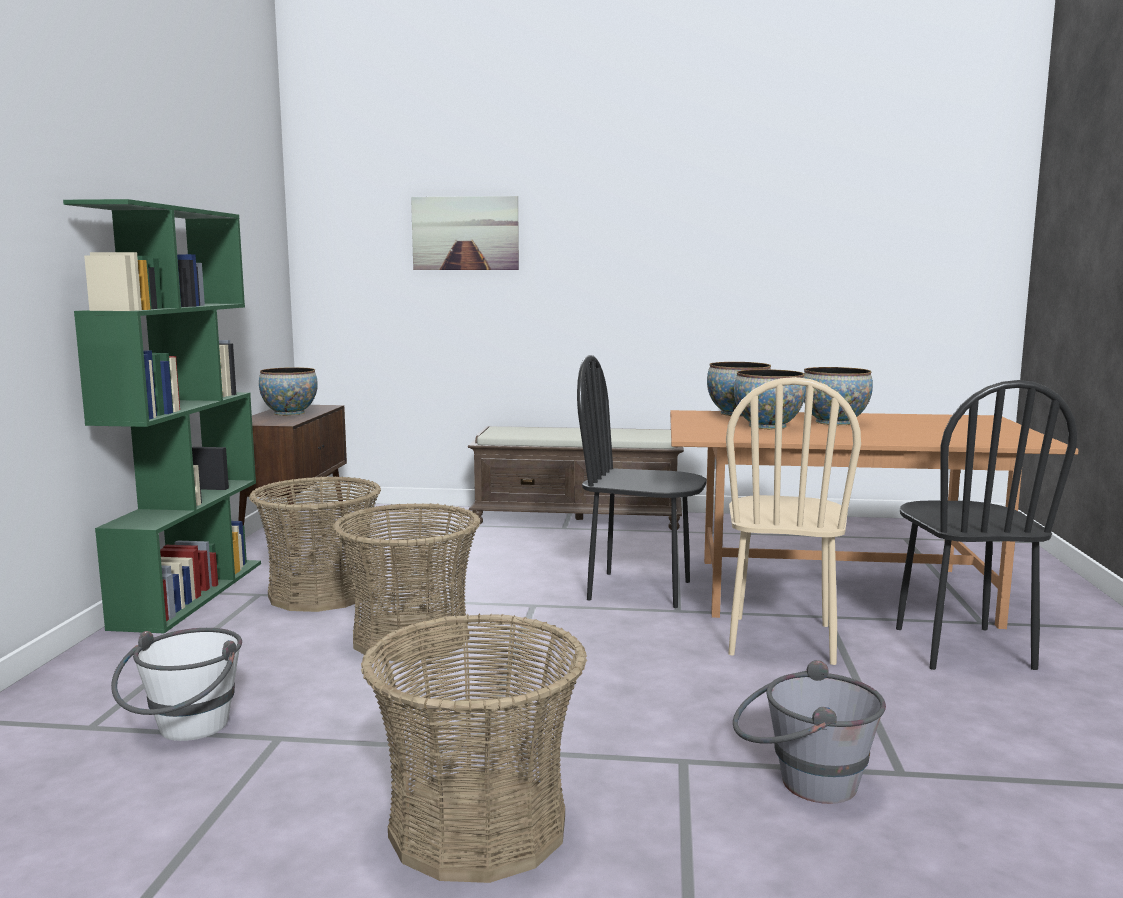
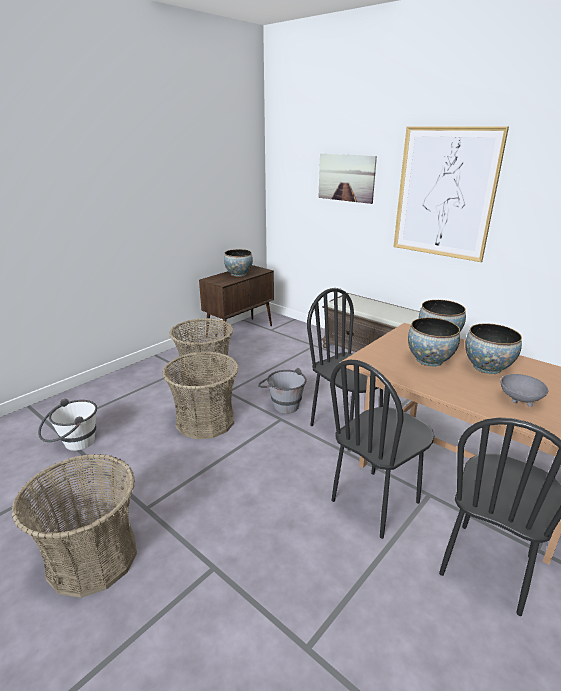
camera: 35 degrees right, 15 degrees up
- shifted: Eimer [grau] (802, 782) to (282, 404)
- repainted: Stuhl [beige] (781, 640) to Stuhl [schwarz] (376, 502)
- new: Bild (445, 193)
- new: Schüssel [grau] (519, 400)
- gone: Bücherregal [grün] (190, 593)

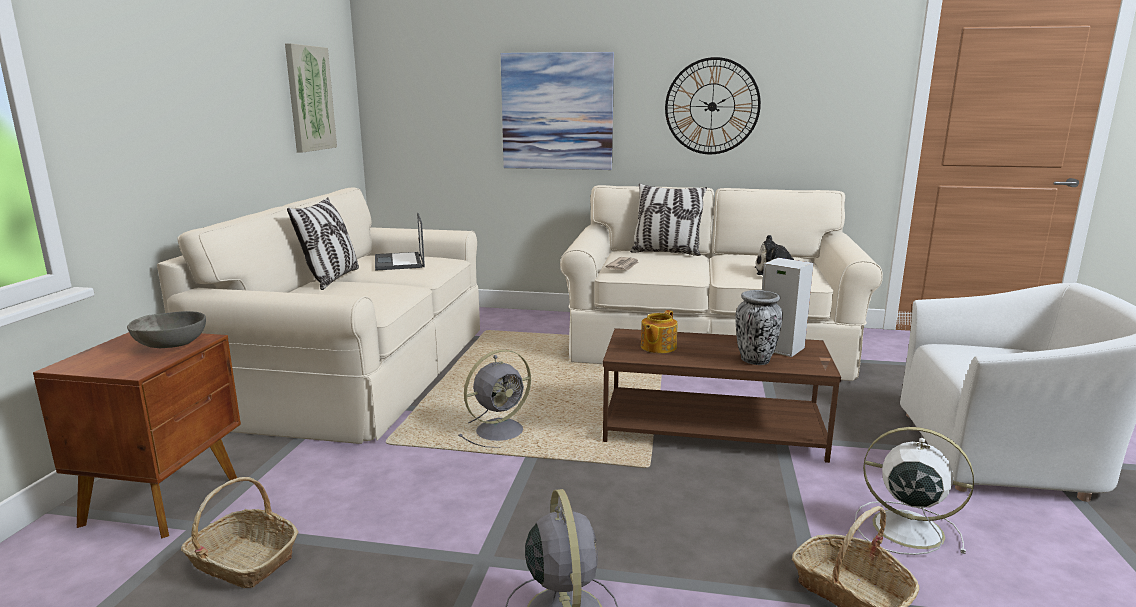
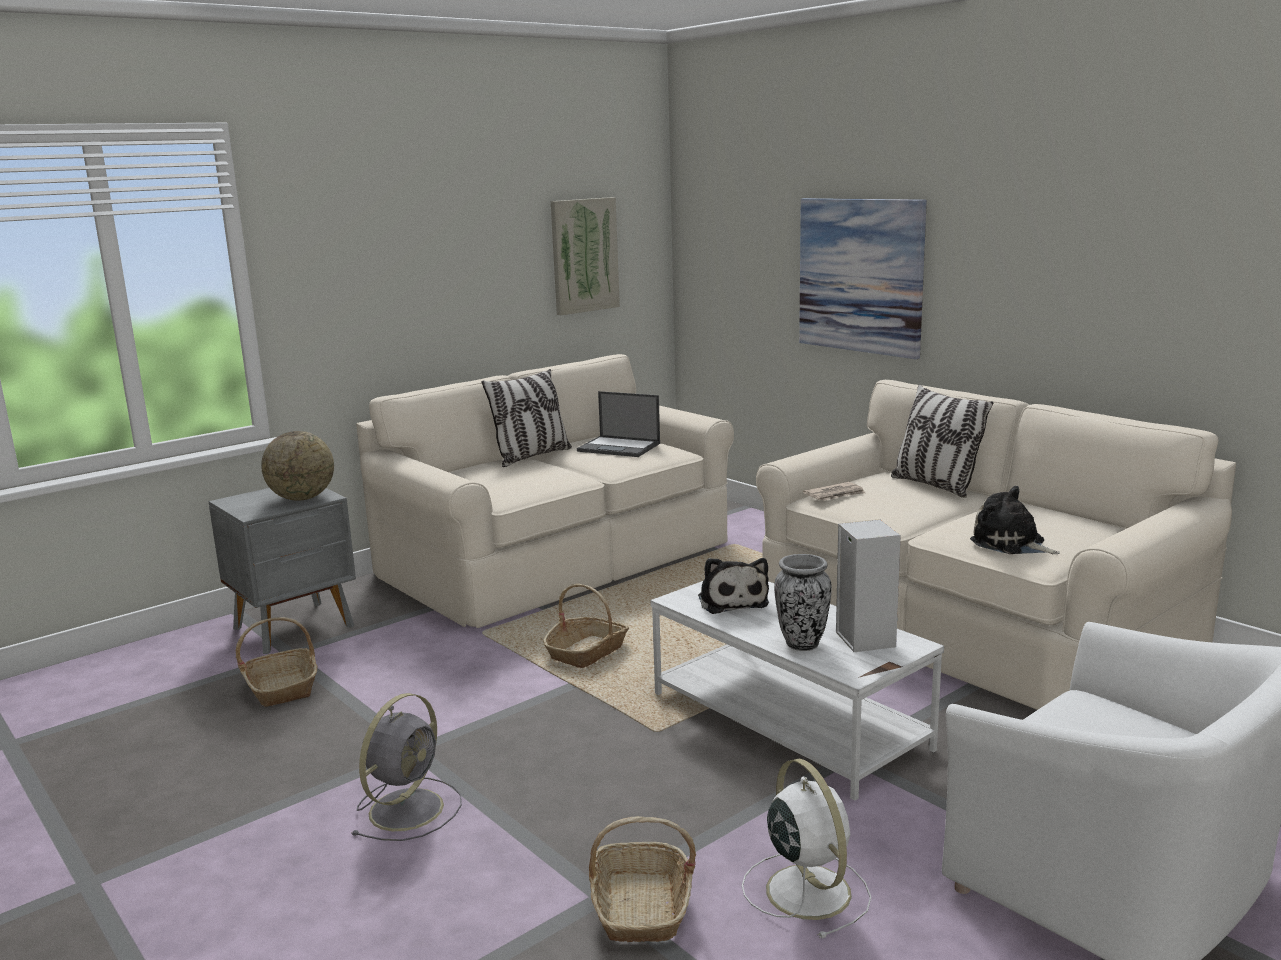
camera: 40 degrees right, 0 degrees up
- repainted: Nachttisch [braun] (165, 500) to Nachttisch [grau] (296, 627)
- swapped: Schüssel [grau] (171, 345) to Globus (302, 498)
- swapped: Ventilator [grau] (501, 430) to Korb (587, 652)
- rotated: Laptop (399, 262) = (620, 447) 90 degrees counterclockwise
- repainted: Couchtisch [braun] (713, 429) to Couchtisch [weiß] (789, 721)
- swapped: Teekanne (657, 347) to Plüschtier (732, 601)
- gone: Wanduhr (712, 106)

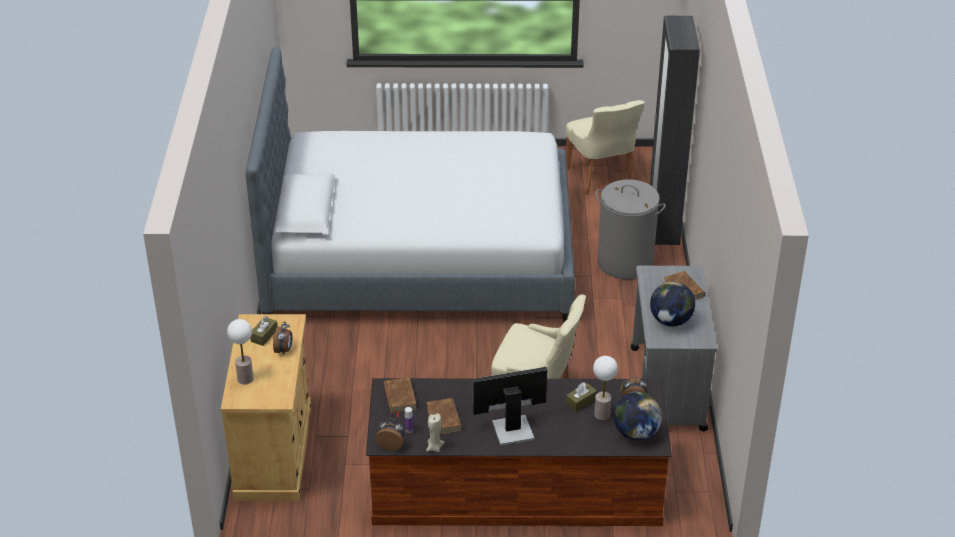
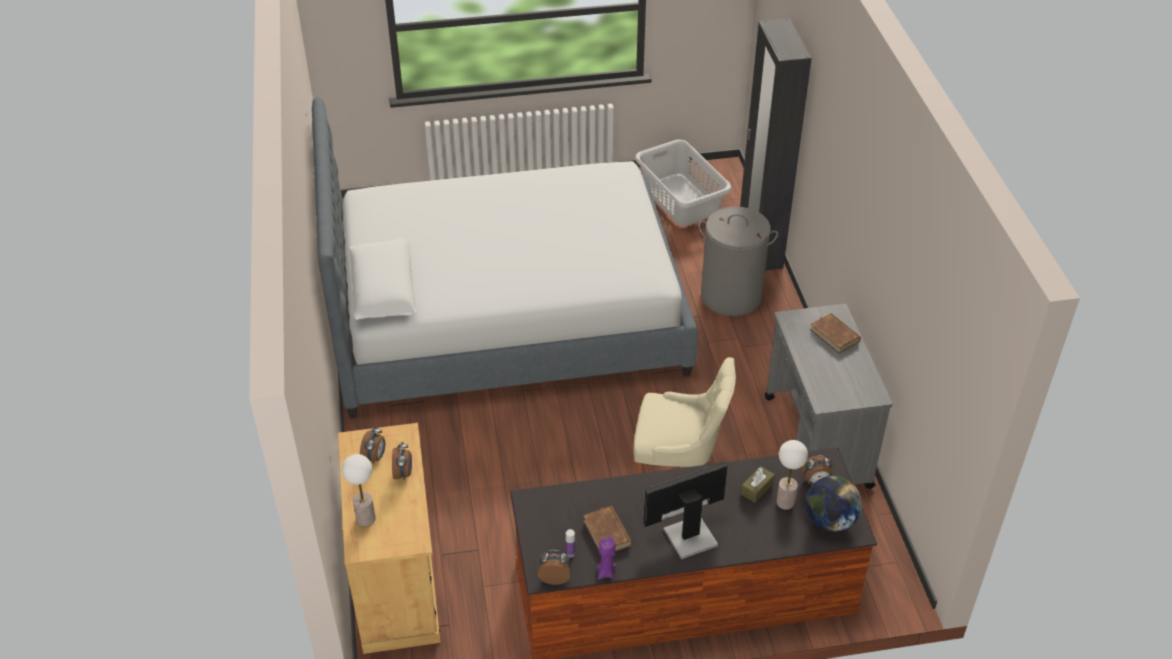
camera: 10 degrees left, 5 degrees up
- swapped: Taschentuchbox [braun] (264, 335) to Wecker (375, 457)
- repainted: Kerze [beige] (434, 447) to Kerze [lila] (606, 572)
- swapped: Stuhl [beige] (602, 178) to Wäschekorb [grau] (680, 200)
- gone: Buch [braun] (399, 398)
- gone: Globus (671, 321)

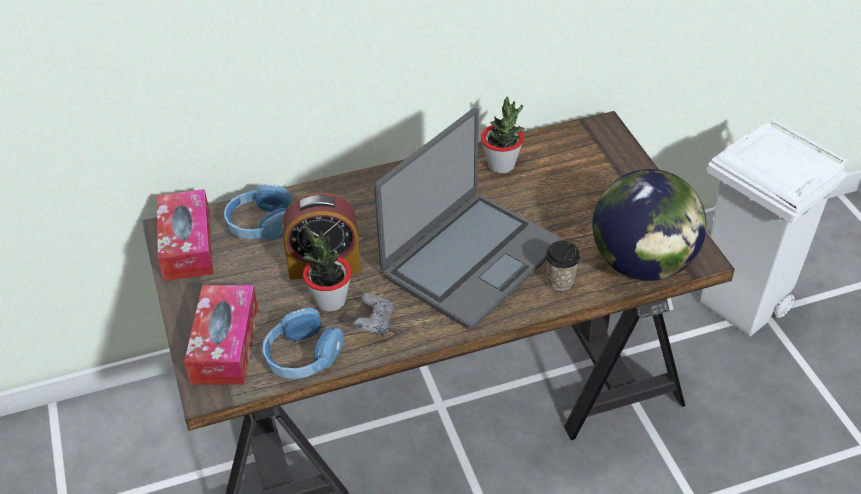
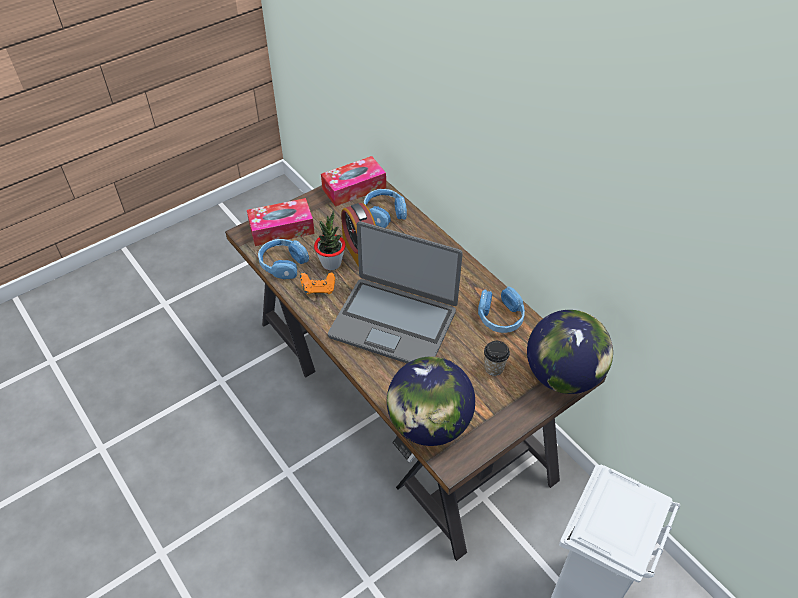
camera: 70 degrees right, 5 degrees up
- repainted: Gamepad [grau] (374, 324) to Gamepad [orange] (318, 289)
- swapped: Topfpflanze (501, 165) to Kopfhörer [blau] (500, 317)
- shifted: Tasse (560, 281) to (494, 368)
- new: Globus (562, 375)

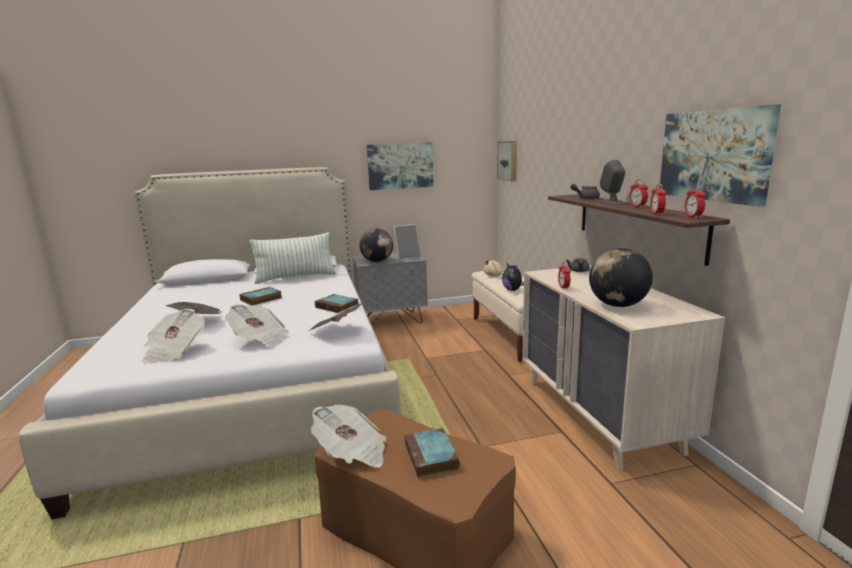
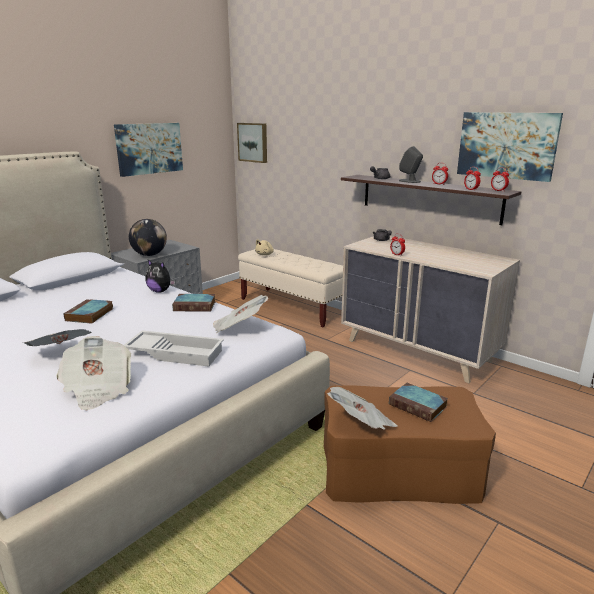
camera: 35 degrees left, 5 degrees up
- swapped: Zeitung (260, 339) to Tablett [weiß] (176, 353)
- shifted: Plüschtier (513, 290) to (160, 291)
- gone: Kissen (296, 277)
- gone: Bilderrahmen (407, 258)
- gone: Globus (618, 305)

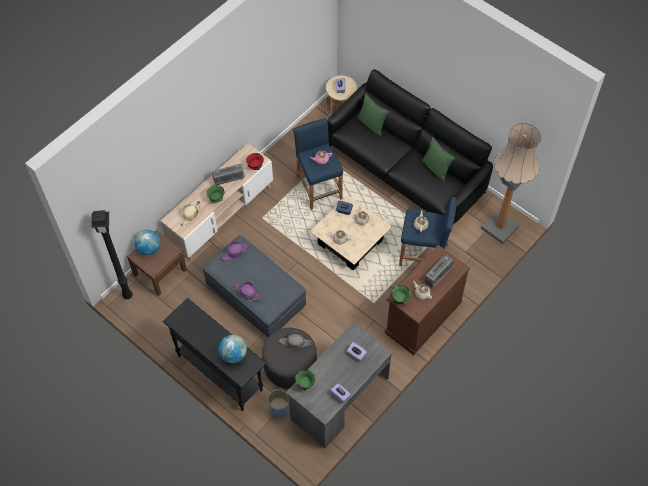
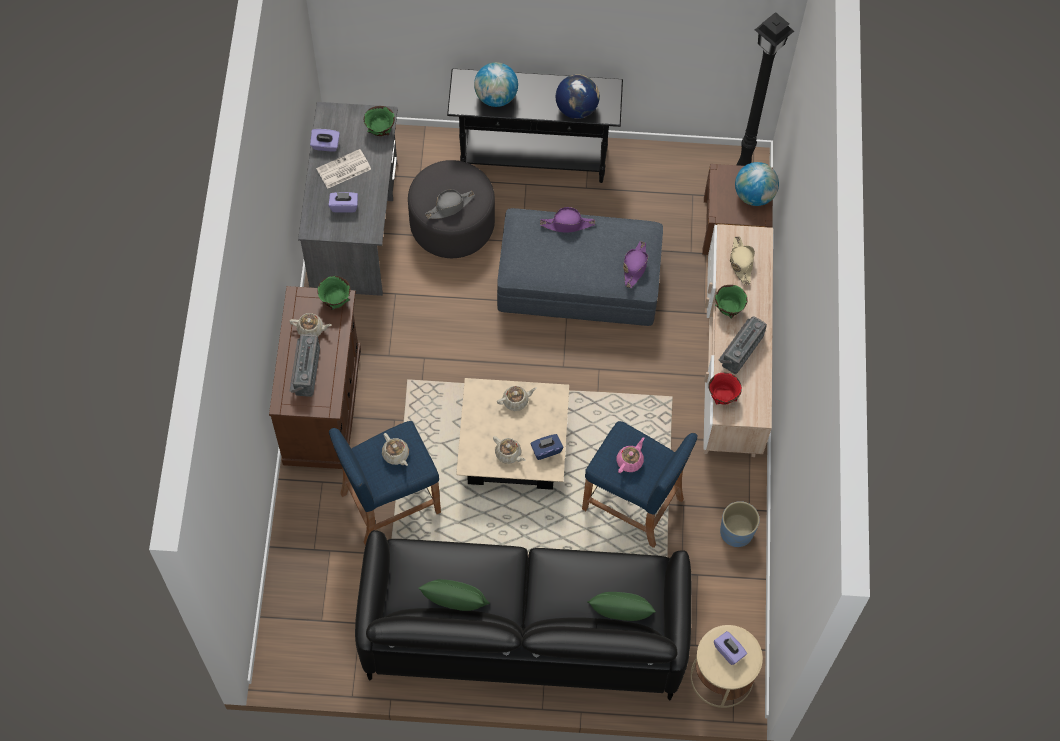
camera: 140 degrees right, 5 degrees up
- new: Zeitung (343, 170)
- new: Globus (576, 108)
- shifted: Pflanzkübel [blau] (279, 407) to (736, 532)
- gone: Stehlampe (499, 228)

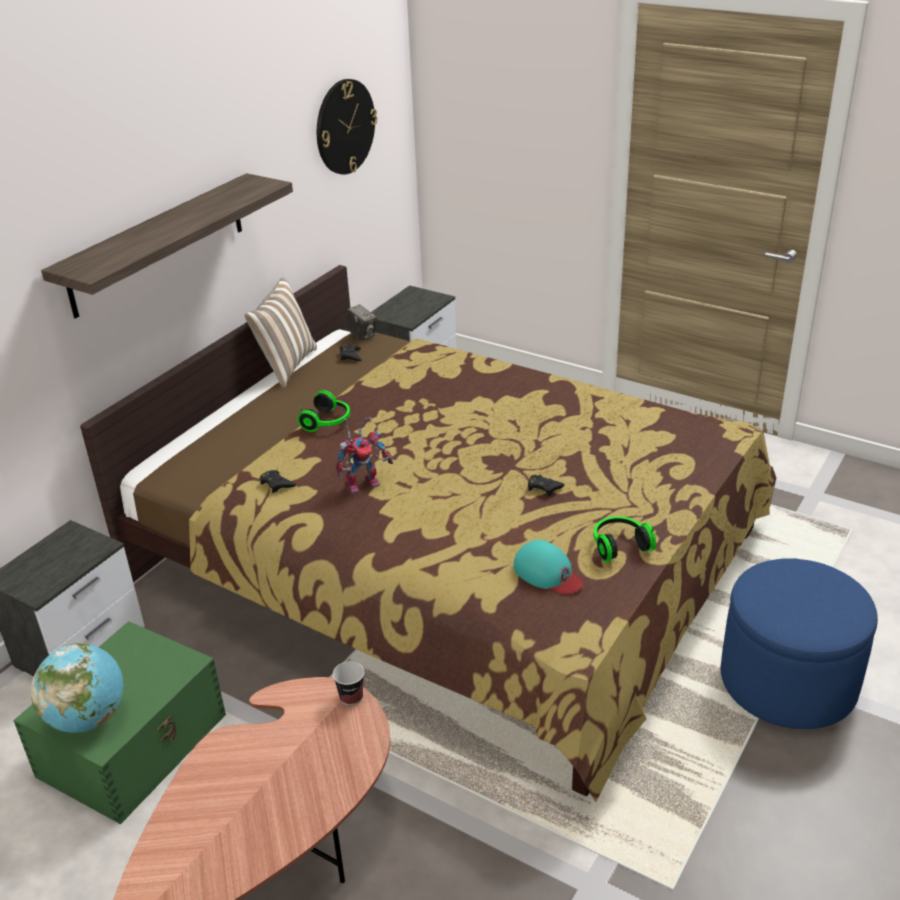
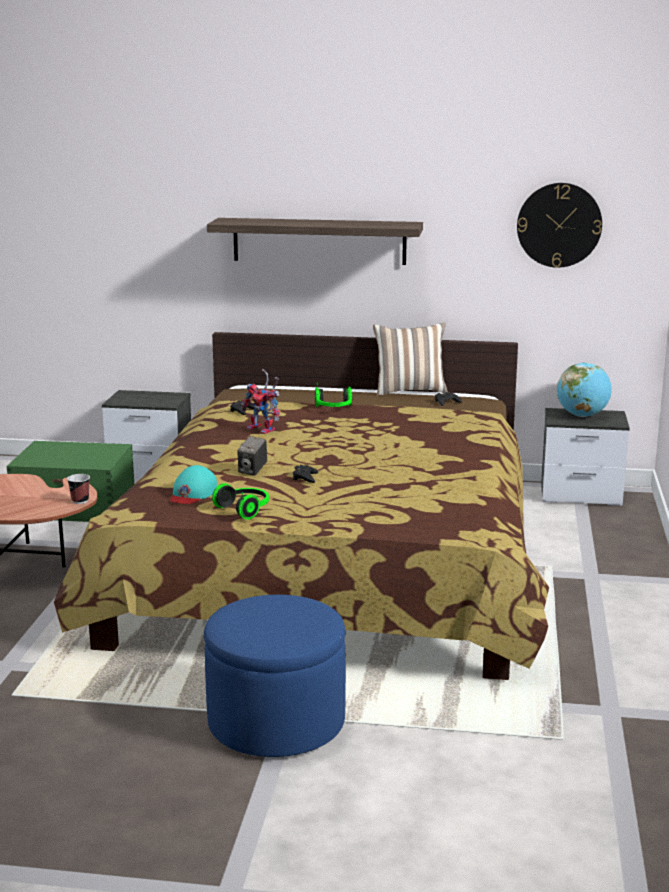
camera: 65 degrees right, 15 degrees down
- shifted: Kamera (362, 335) to (252, 471)
- shifted: Globus (88, 718) to (582, 415)

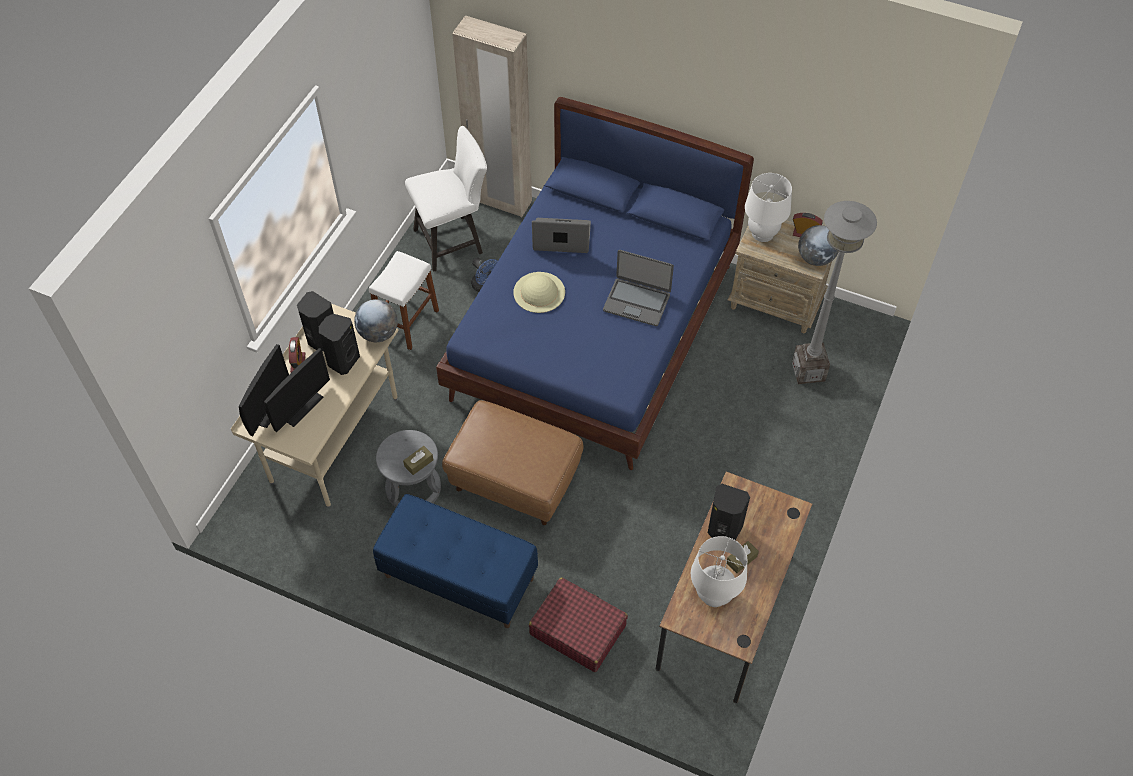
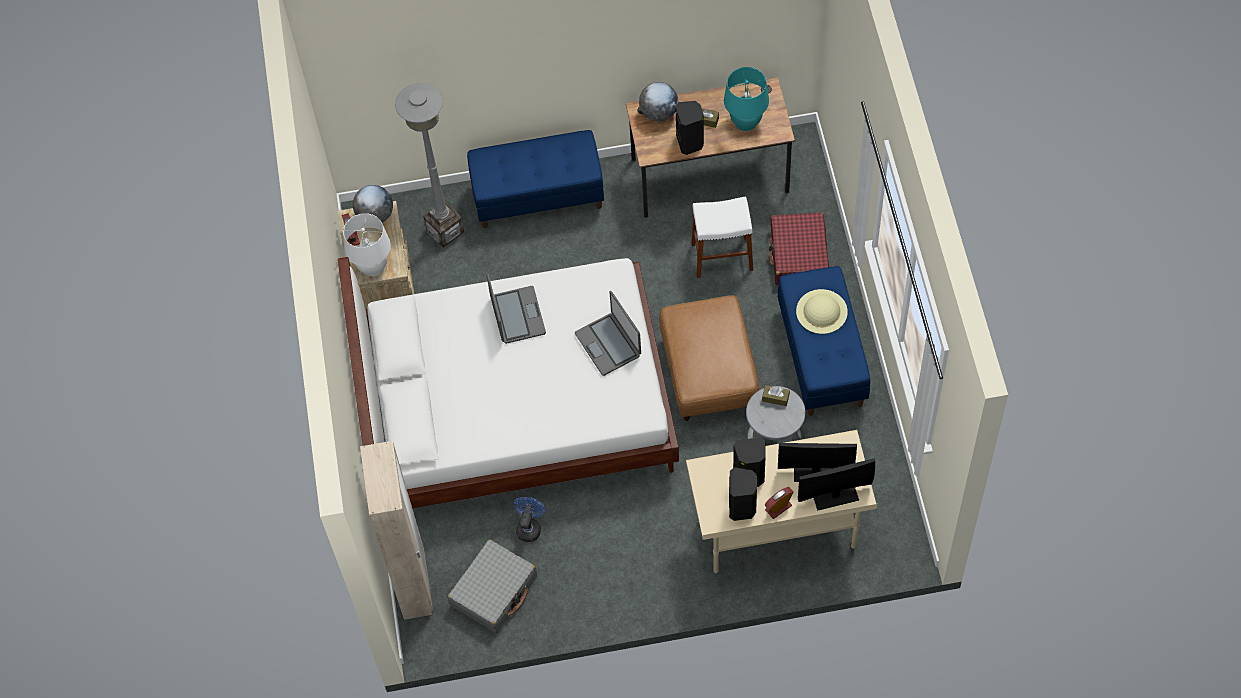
camera: 120 degrees left, 5 degrees up
- repainted: Bett [blau] (595, 331) to Bett [weiß] (517, 407)
- swapped: Stuhl [weiß] (453, 241) to Koffer [grau] (494, 591)
- new: Bank [blau] (538, 196)
- shifted: Laptop (561, 237) to (608, 344)
- shifted: Globus (378, 333) to (659, 113)
- shifted: Hocker [weiß] (407, 323) to (722, 256)
- repainted: Tischlampe [weiß] (714, 594) to Tischlampe [türkis] (746, 122)
- shifted: Hut [beige] (539, 292) to (821, 311)

